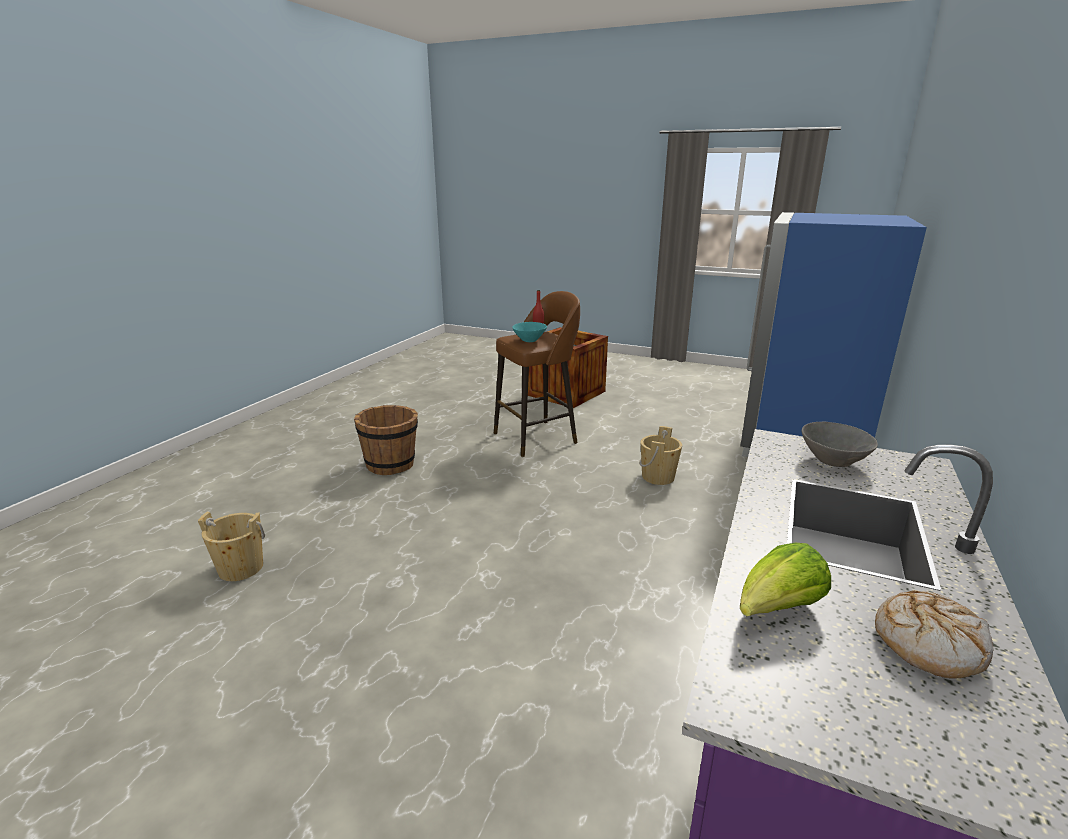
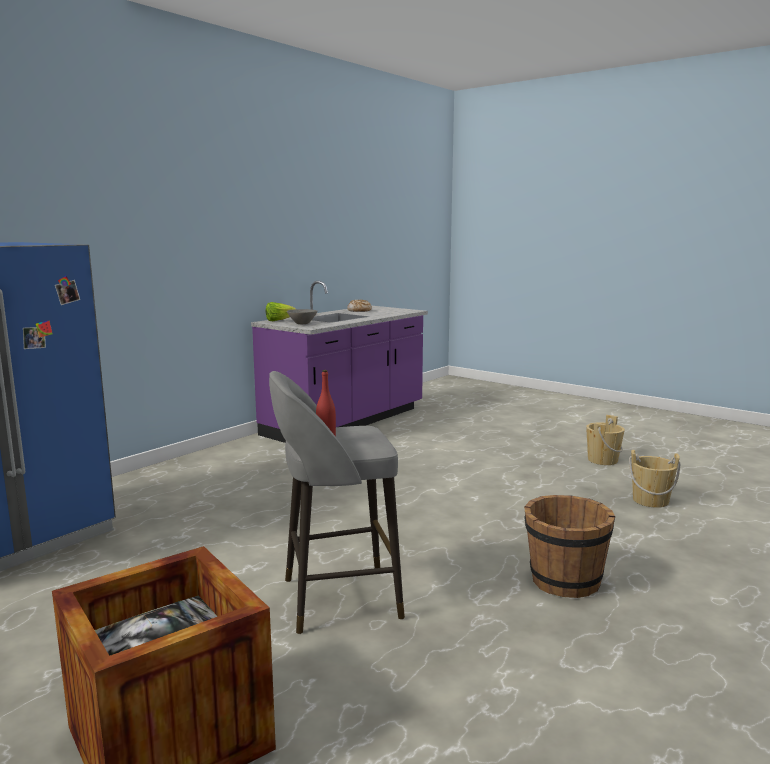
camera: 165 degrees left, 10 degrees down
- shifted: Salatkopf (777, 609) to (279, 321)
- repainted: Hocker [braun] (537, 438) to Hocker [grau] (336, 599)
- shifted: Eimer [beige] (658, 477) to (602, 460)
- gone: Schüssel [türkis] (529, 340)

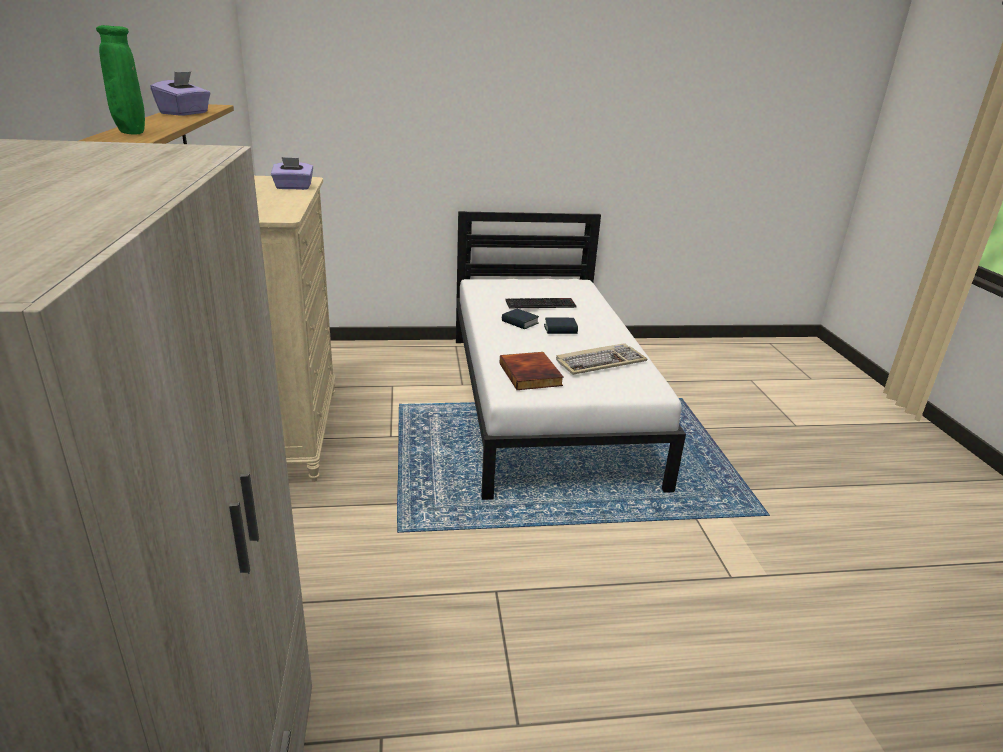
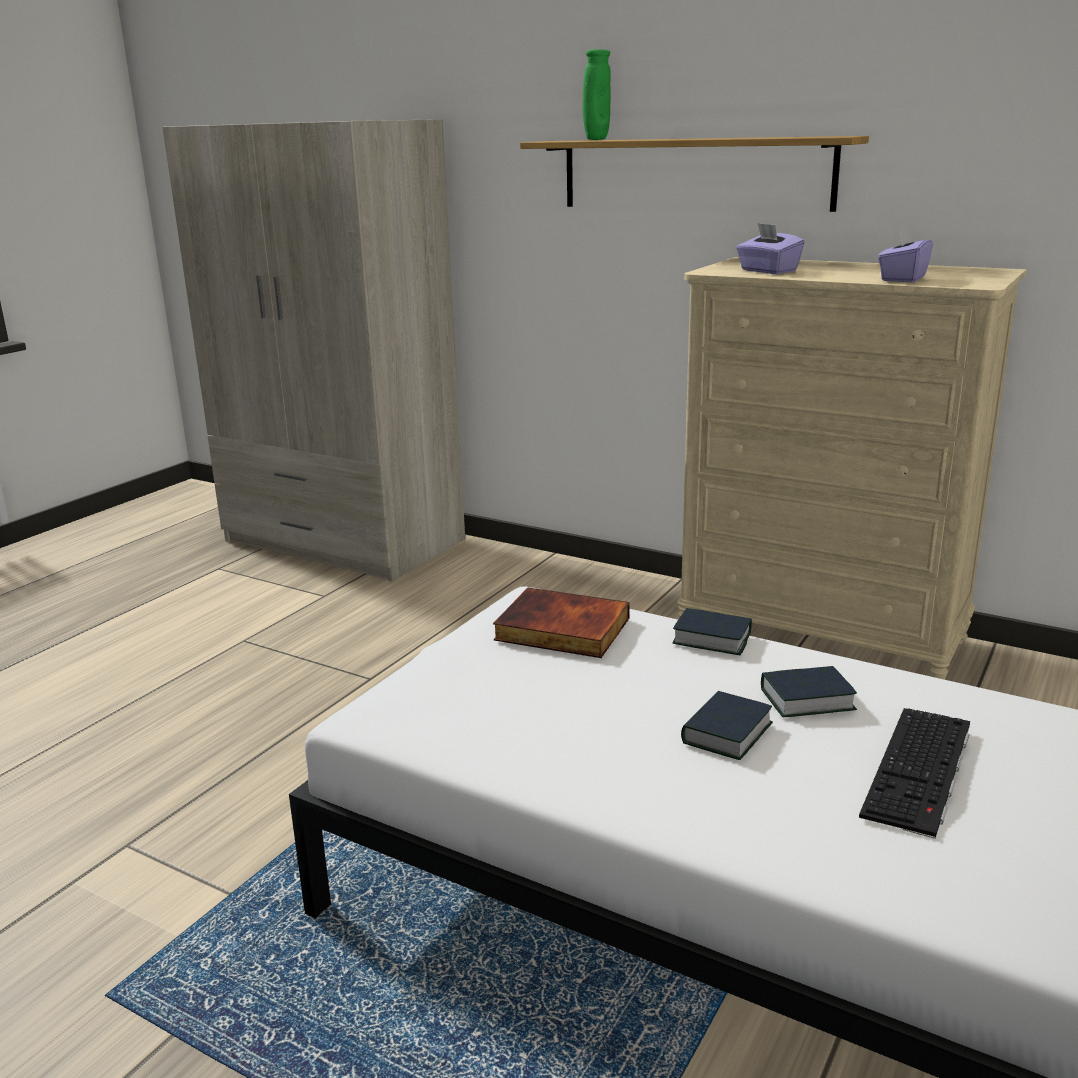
camera: 130 degrees right, 5 degrees down
- new: Buch (712, 639)
- shifted: Taschentuchbox [lila] (185, 113) to (768, 271)
- gone: Tastatur (600, 362)

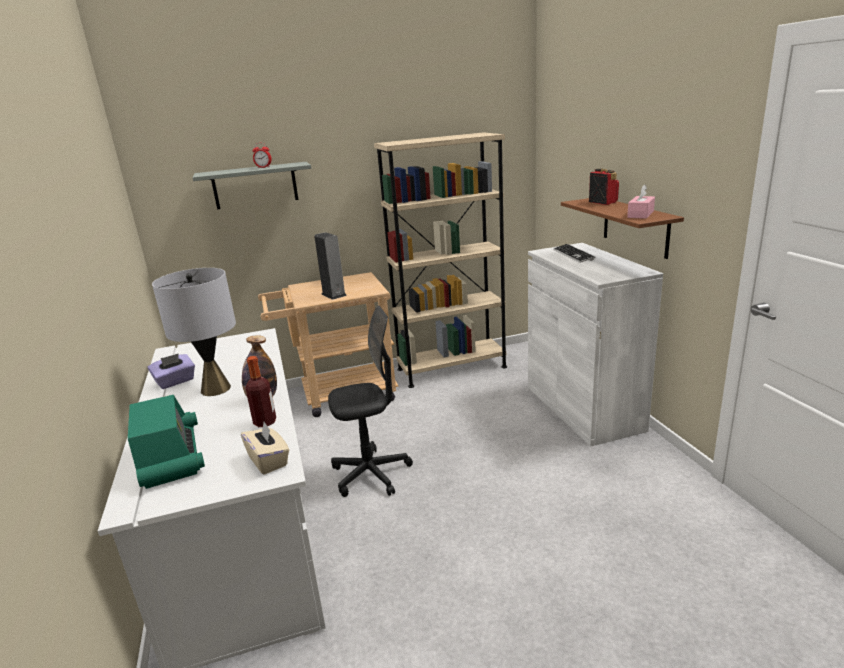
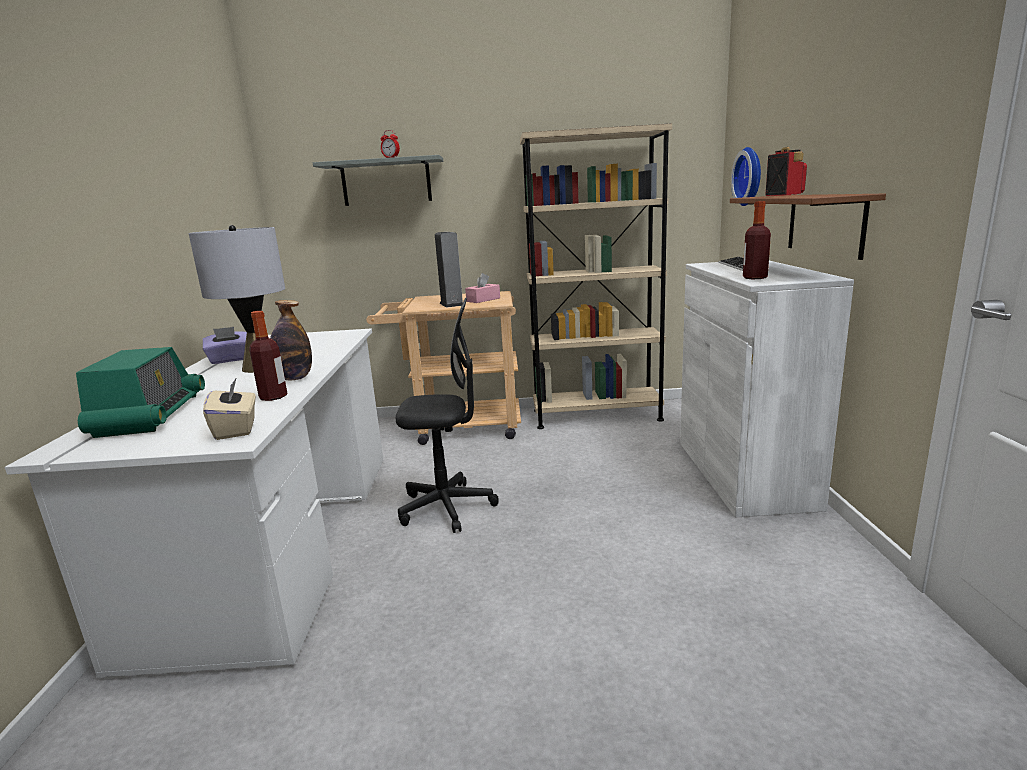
camera: 15 degrees right, 5 degrees down
- shifted: Taschentuchbox [rosa] (640, 214) to (483, 300)
- new: Wanduhr (750, 176)
- new: Flasche (754, 278)

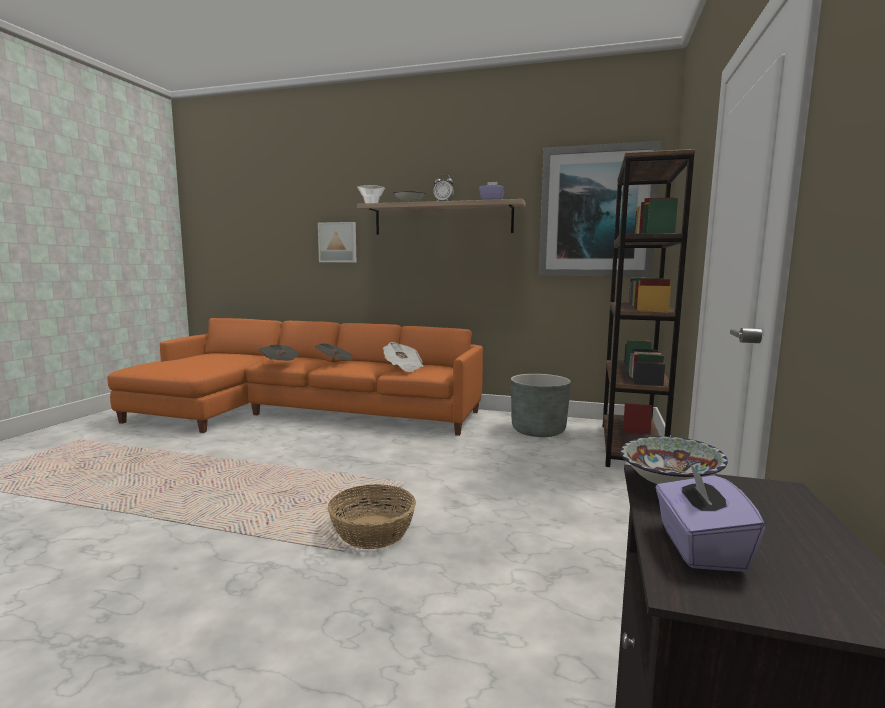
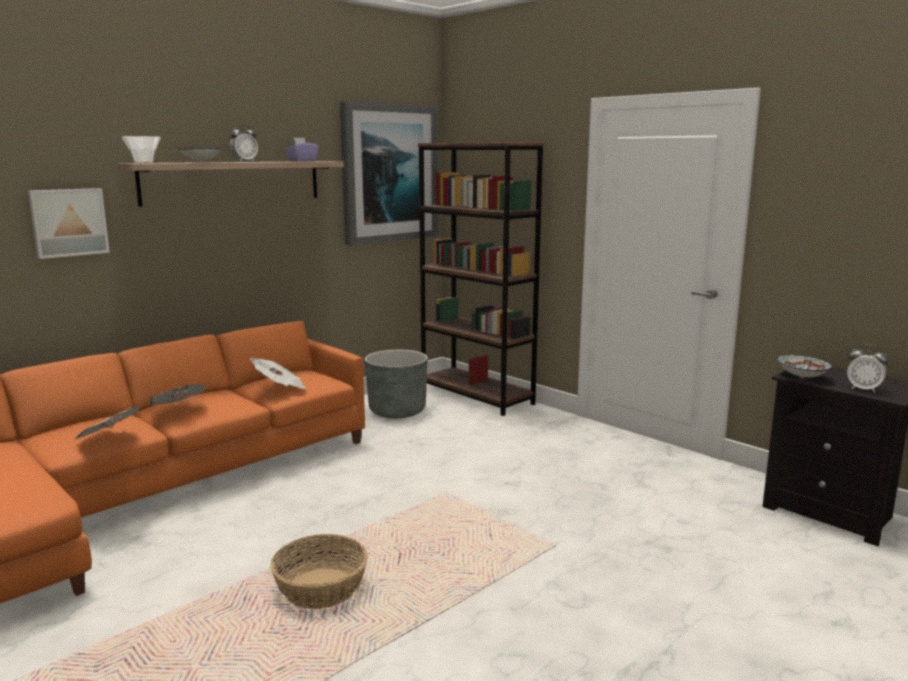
camera: 60 degrees left, 5 degrees up
- shifted: Korb (373, 532) to (321, 588)
- swapped: Taschentuchbox [lila] (699, 547) to Wecker (864, 389)

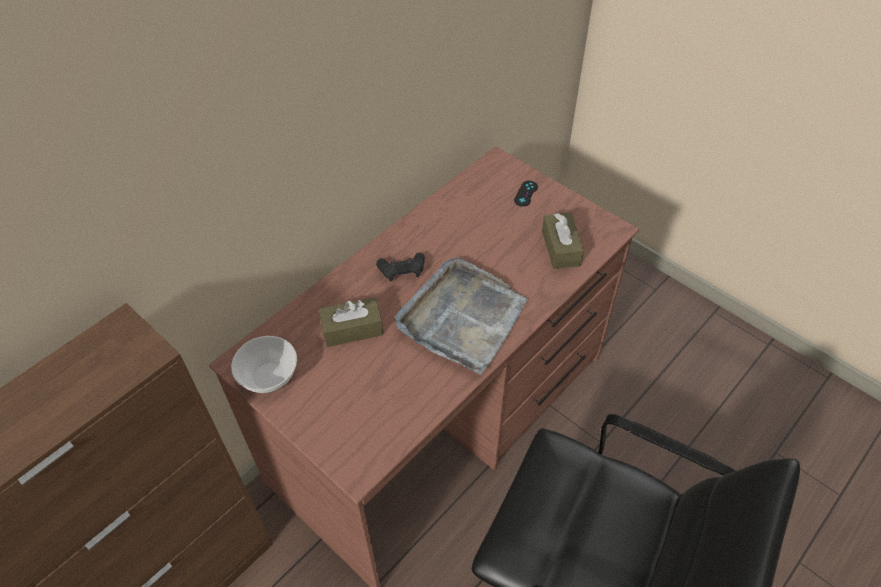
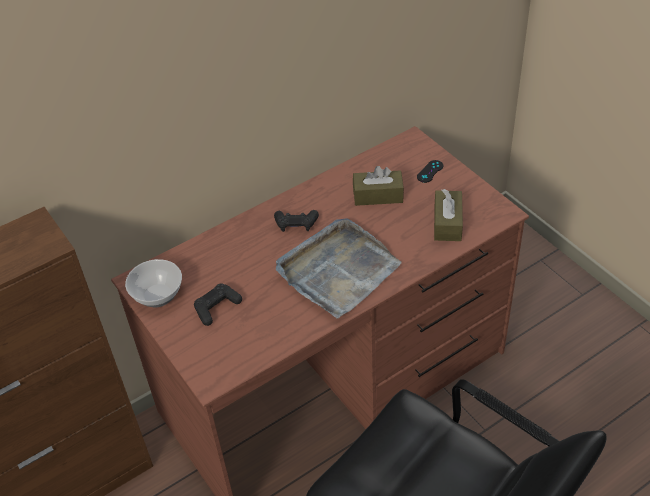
camera: 15 degrees right, 5 degrees down
- new: Gamepad [schwarz] (217, 308)
- shifted: Taschentuchbox [braun] (352, 329) to (378, 195)

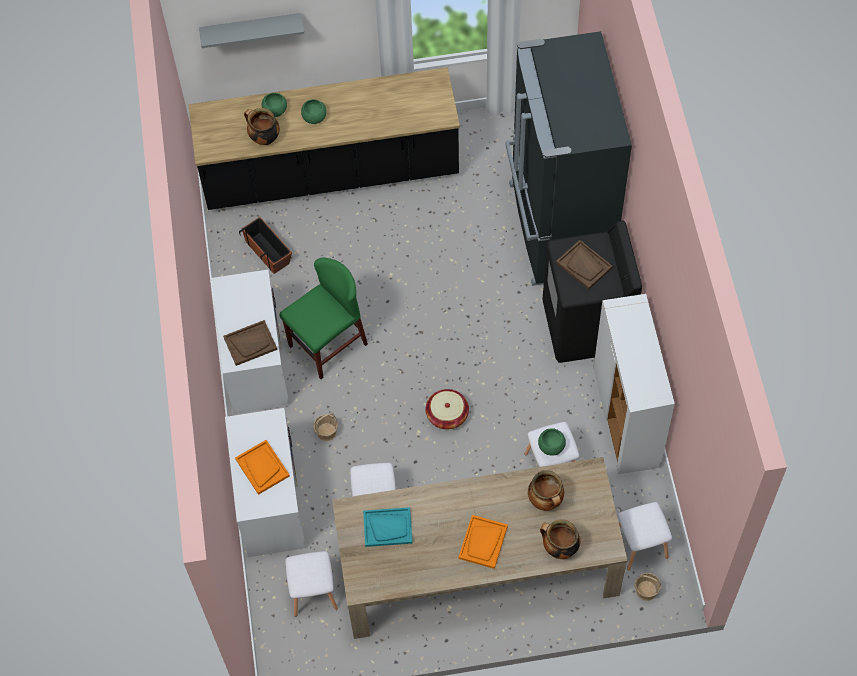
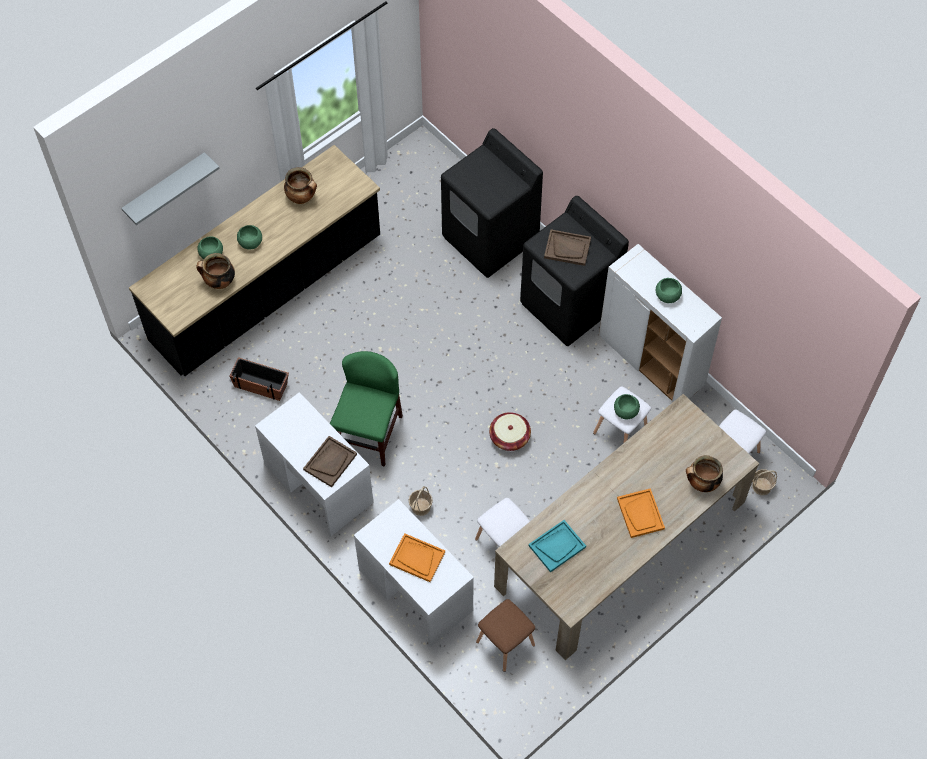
camera: 35 degrees left, 0 degrees up
- shifted: Kochtopf (546, 501) to (302, 197)
- swapped: Kühlschrank [schwarz] (558, 229) to Waschmaschine [schwarz] (490, 239)
- repainted: Hocker [weiß] (312, 592) to Hocker [braun] (504, 643)
- new: Schüssel [grün] (667, 296)

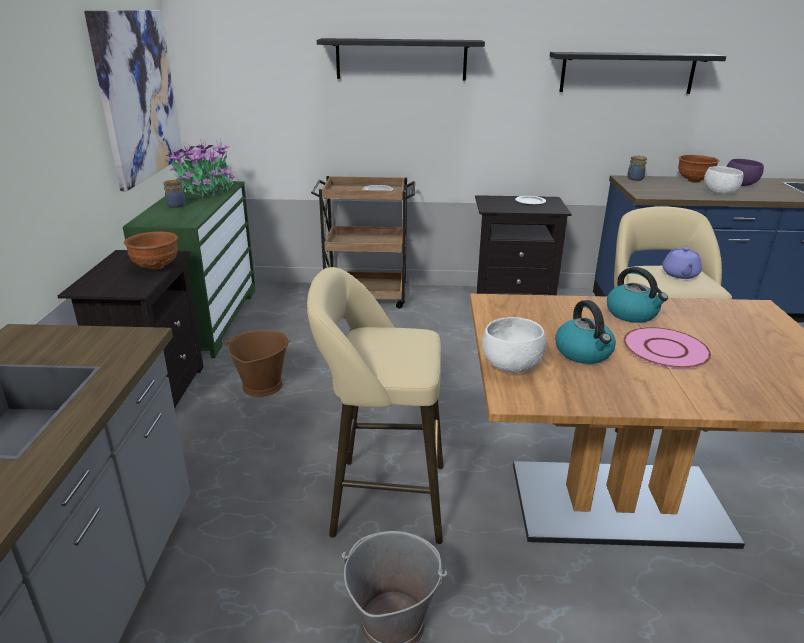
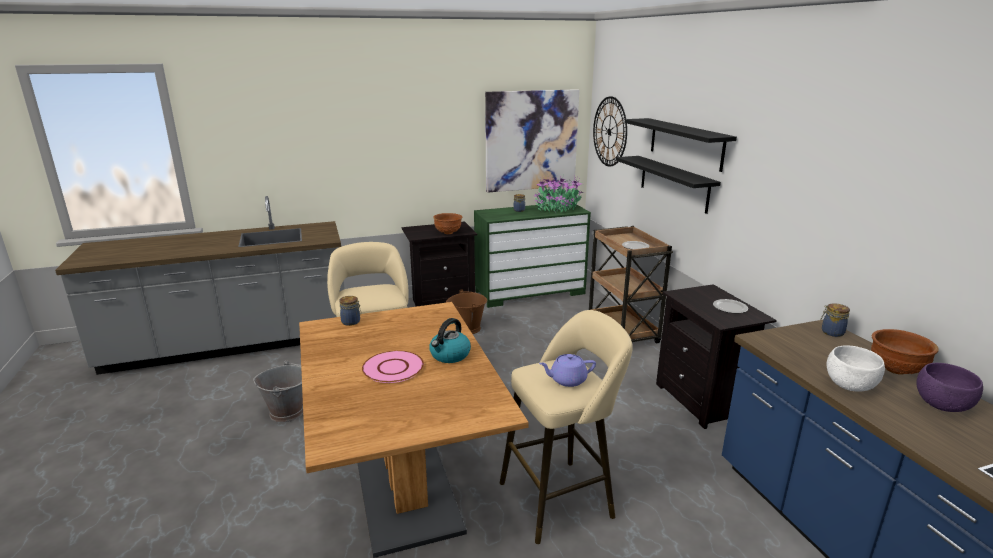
camera: 70 degrees right, 5 degrees down
- swapped: Schüssel [weiß] (511, 366) to Vorratsglas (351, 322)
- new: Wanduhr (609, 131)
- shifted: Wandregal [schwarz] (627, 73) to (673, 183)
- gone: Wasserkessel (584, 353)

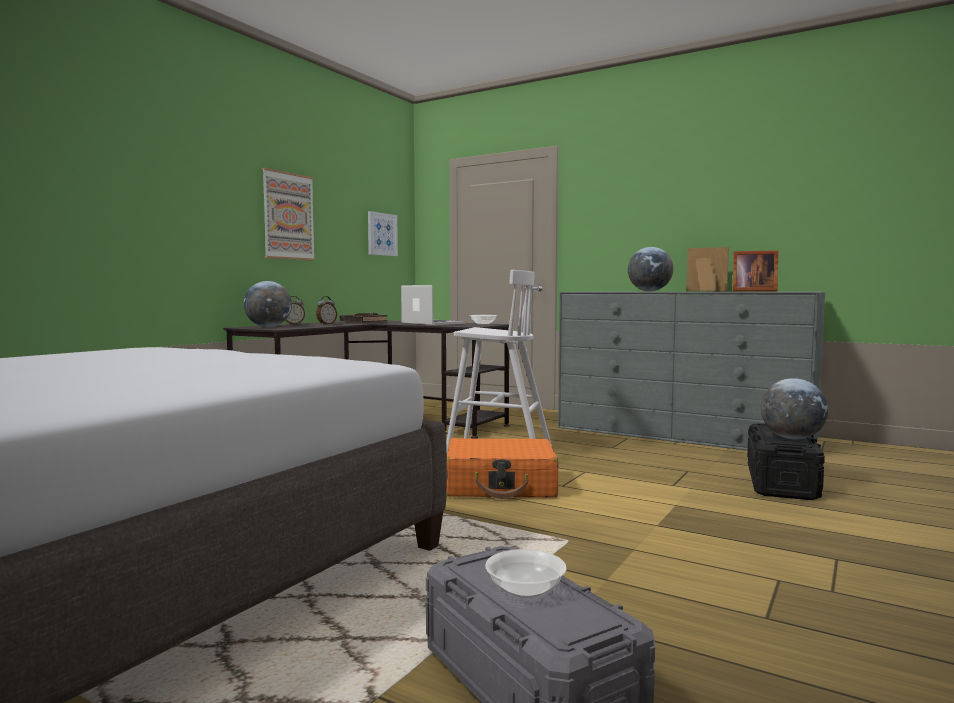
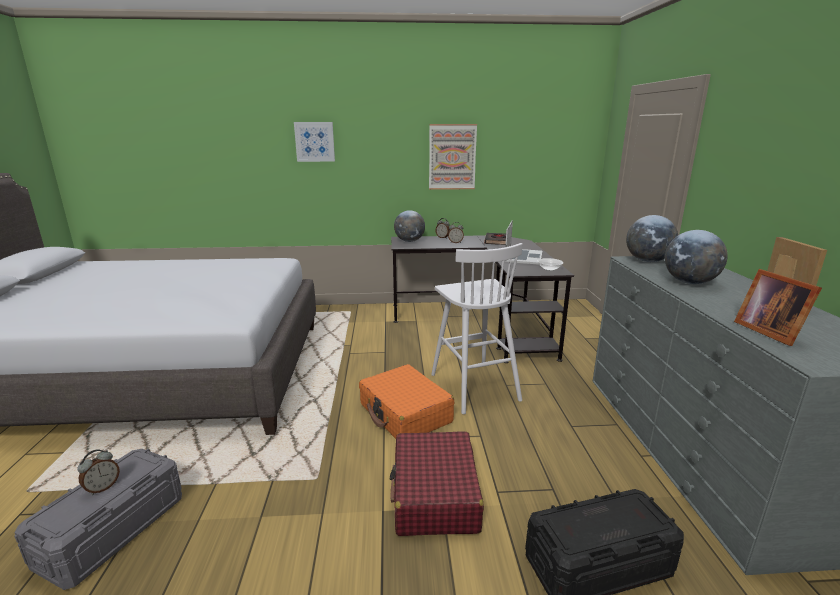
camera: 55 degrees right, 15 degrees up
- swapped: Schüssel (525, 589) to Wecker (103, 487)
- shifted: Bild (382, 234) to (314, 141)
- new: Koffer [rot] (435, 494)
- shifted: Globus (792, 438) to (647, 261)

